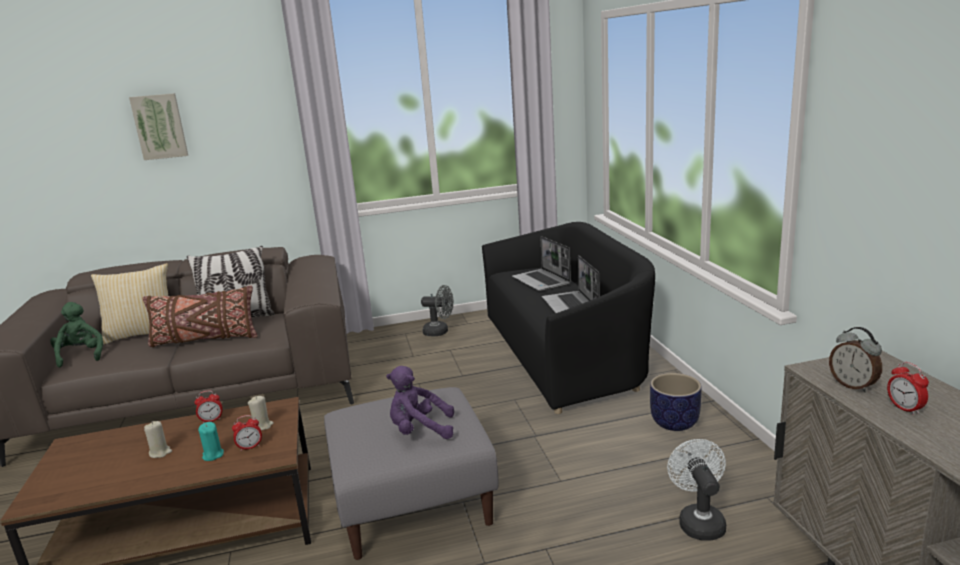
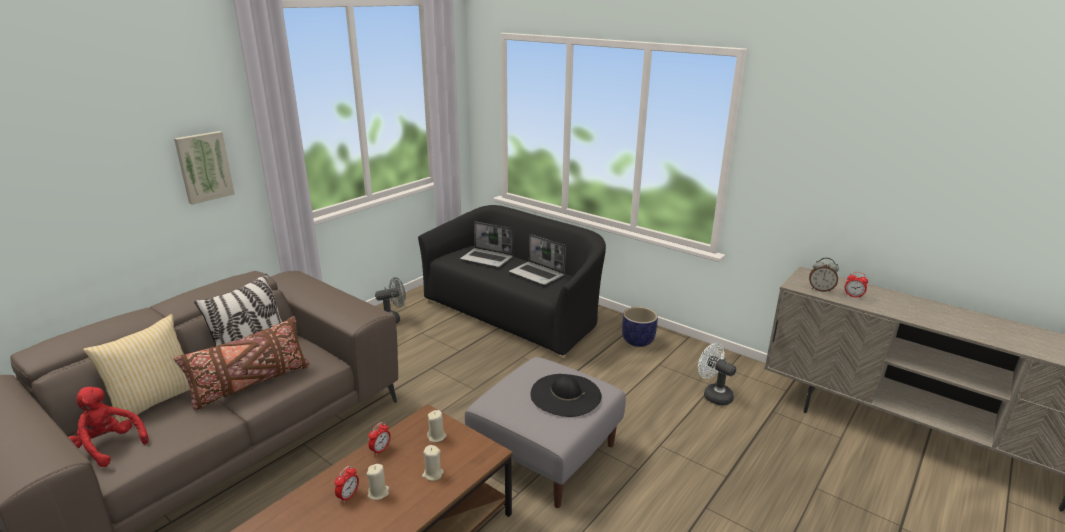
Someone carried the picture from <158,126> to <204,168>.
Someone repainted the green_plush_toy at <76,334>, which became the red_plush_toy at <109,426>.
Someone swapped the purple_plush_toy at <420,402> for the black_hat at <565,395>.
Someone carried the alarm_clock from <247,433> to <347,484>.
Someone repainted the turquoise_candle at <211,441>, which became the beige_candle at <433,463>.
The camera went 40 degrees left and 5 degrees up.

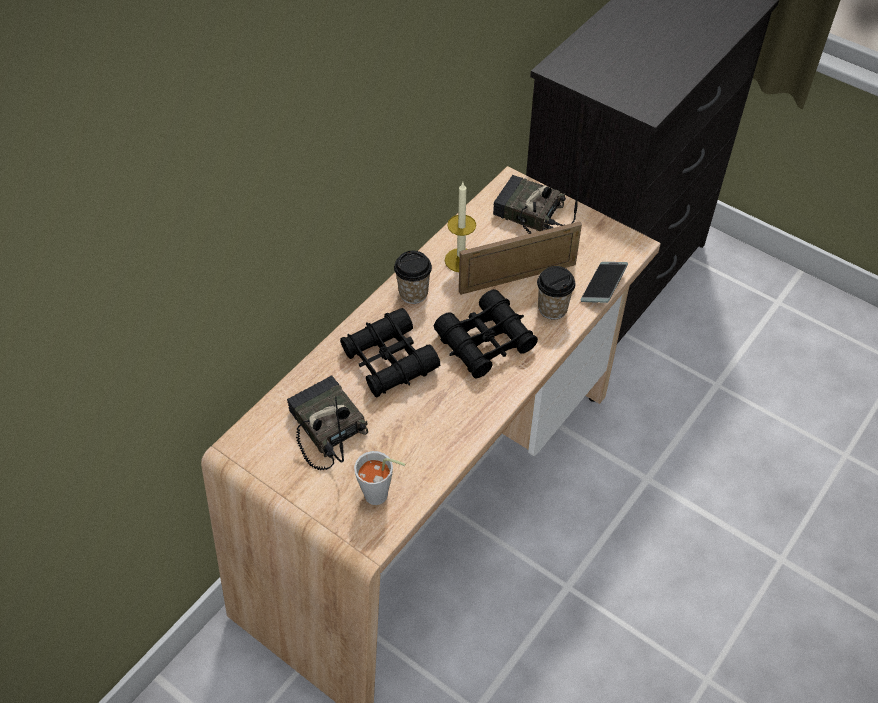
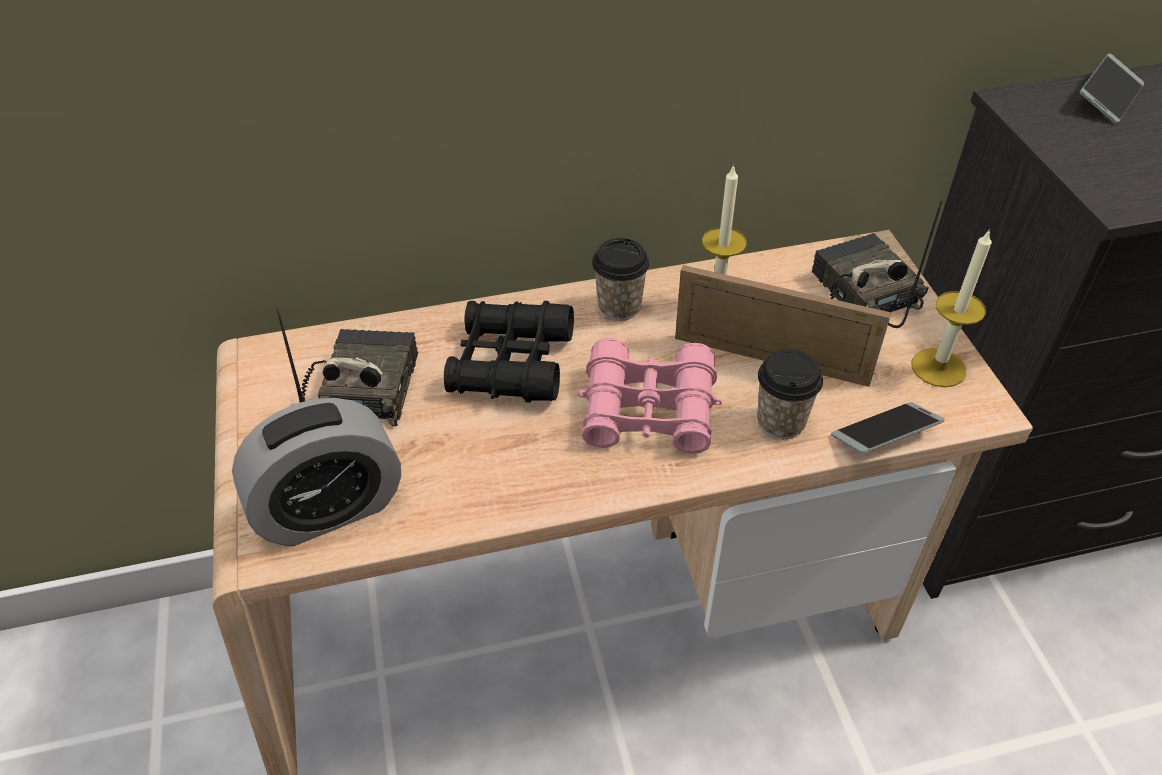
Someone repainted the black_binoculars at <486,333>, which became the pink_binoculars at <649,395>.
Someone swapped the grey_cup at <379,478> for the alarm_clock at <316,472>.
Someone put down the phone at <1112,88>.
Someone put down the candle at <951,308>.
The camera went 40 degrees right and 5 degrees down.

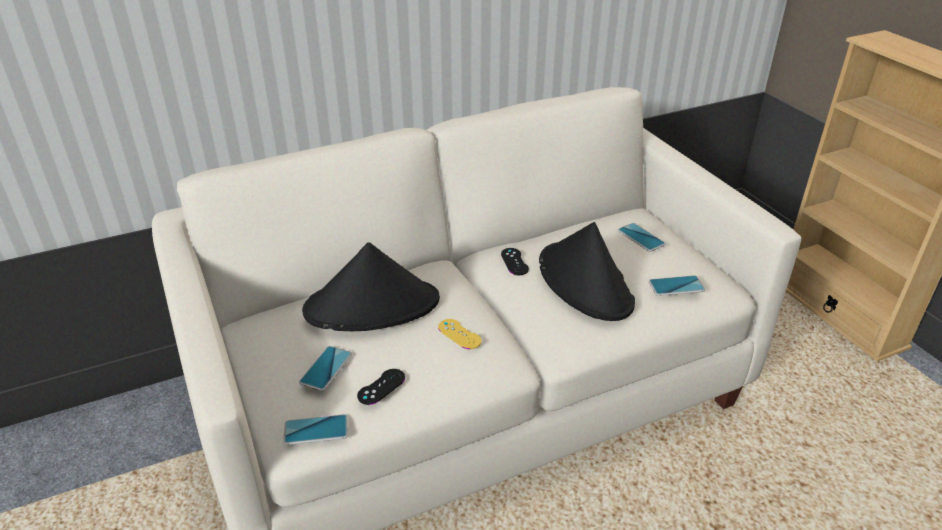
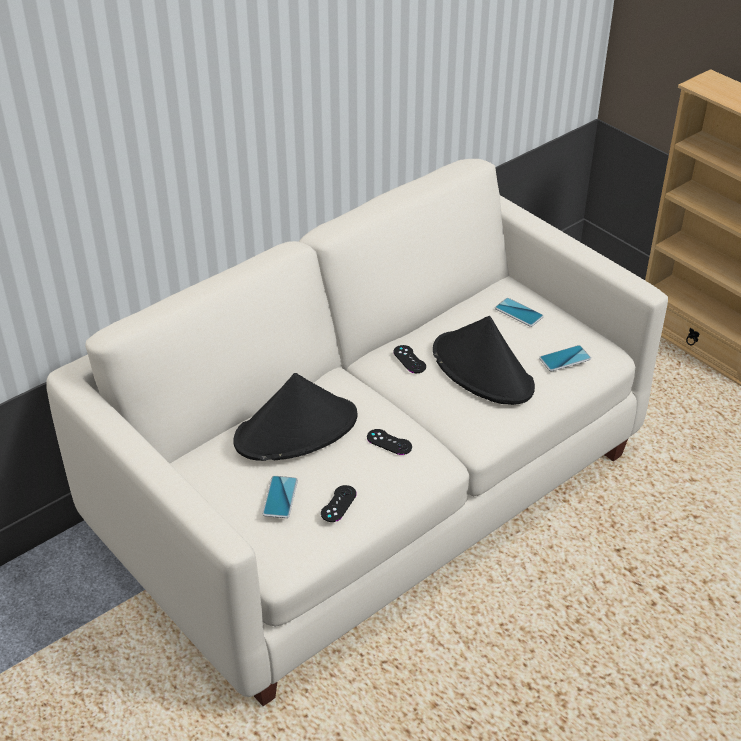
Someone repainted the yellow_game_controller at <460,334>, which became the black_game_controller at <389,442>.
Someone took away the phone at <315,429>.
The camera went 15 degrees left and 5 degrees up.

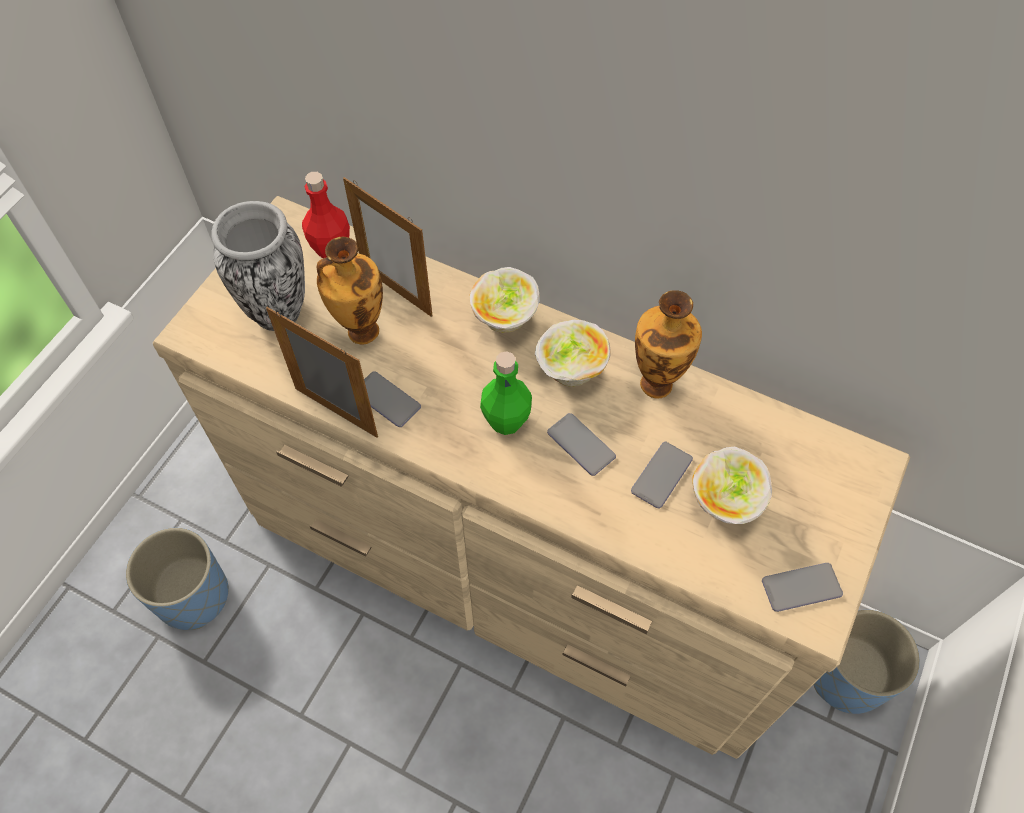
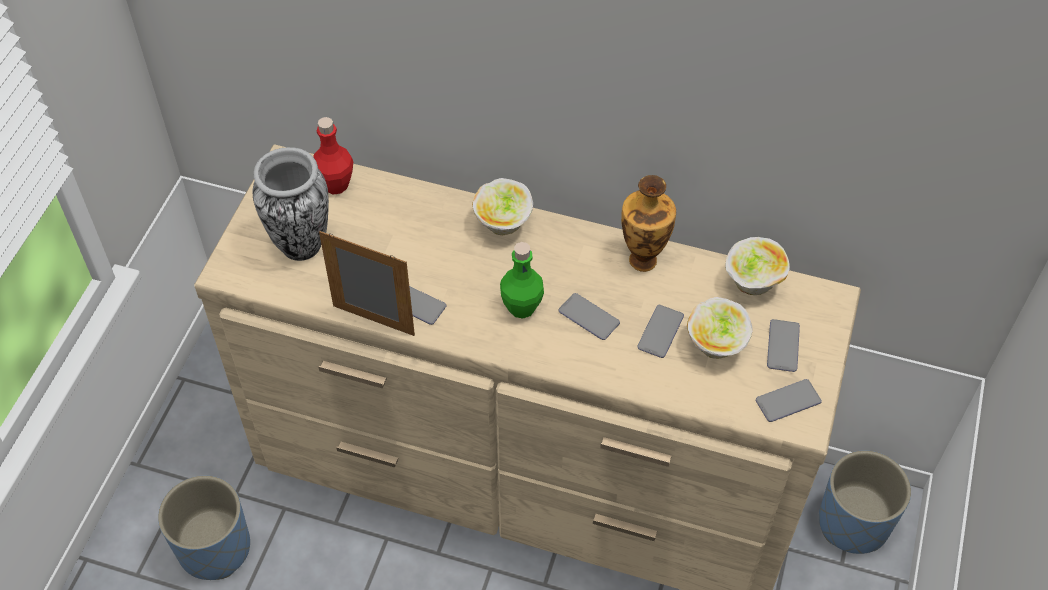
Someone took away the picture_frame at <387,247>.
Someone took away the vase at <350,291>.
Someone carried the bowl from <573,353> to <757,266>.
Someone put down the phone at <783,345>.
The camera went 10 degrees left and 5 degrees down.

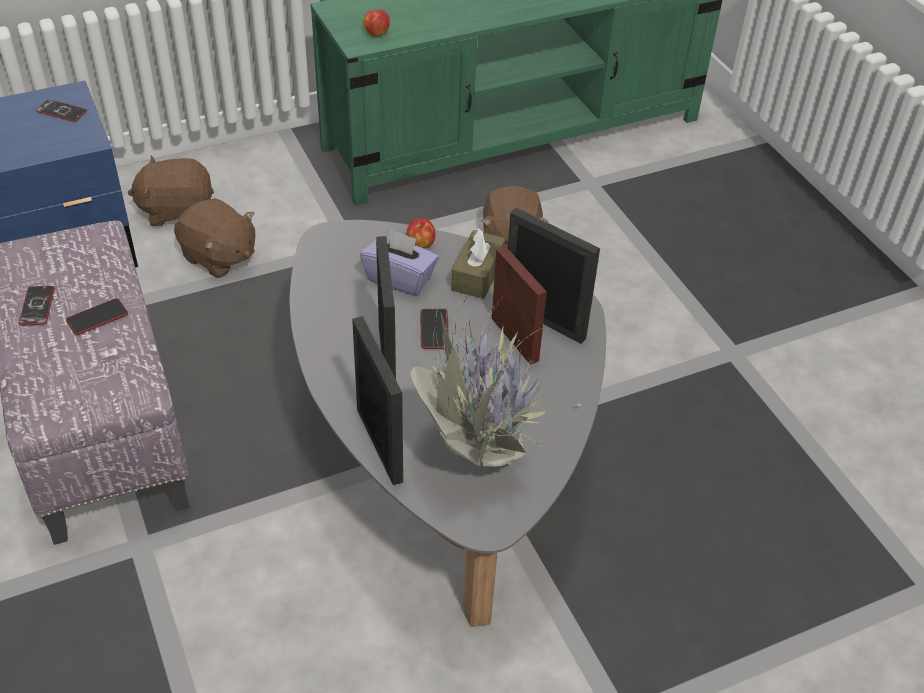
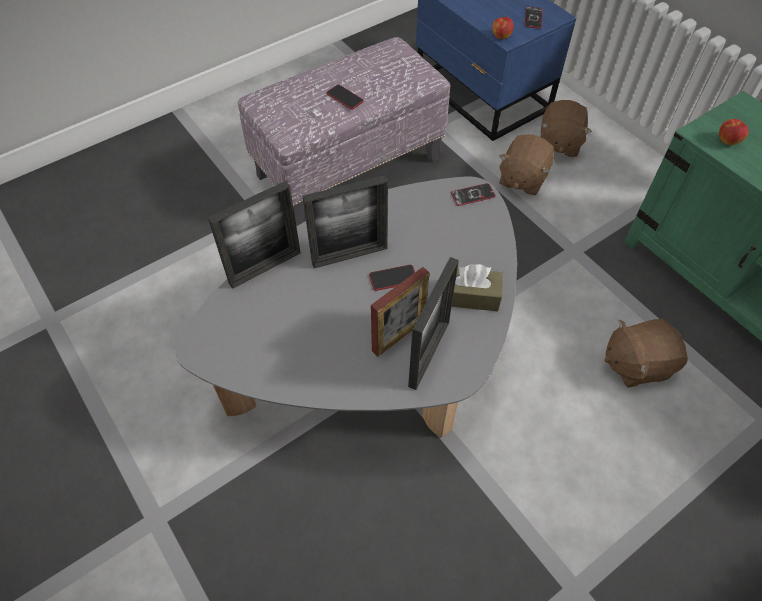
Someone rotated the brown_plush_toy at <171,191> by 150 degrees counterclockwise.
Someone carried the apple from <421,233> to <503,28>.
Someone took away the purple_tissue_box at <399,262>.
Someone carried the phone from <37,305> to <473,194>.
Someone took away the potted_plant at <496,378>.
The camera went 80 degrees right and 10 degrees up.

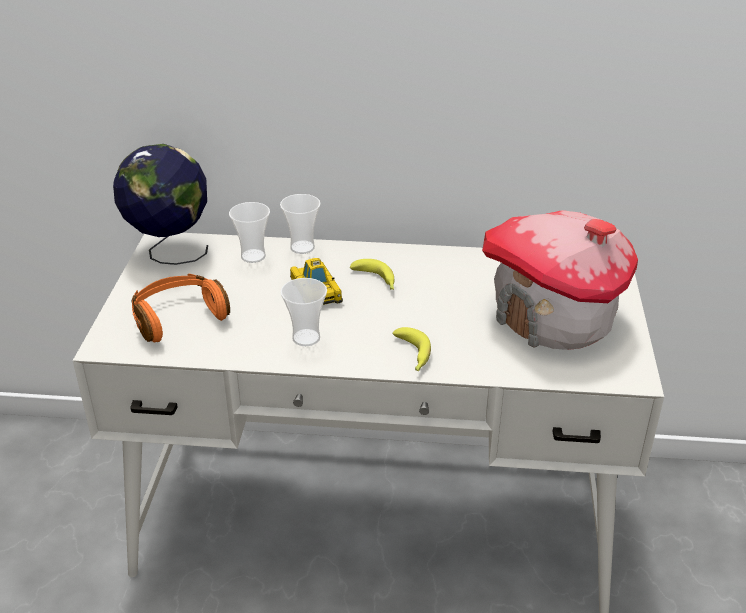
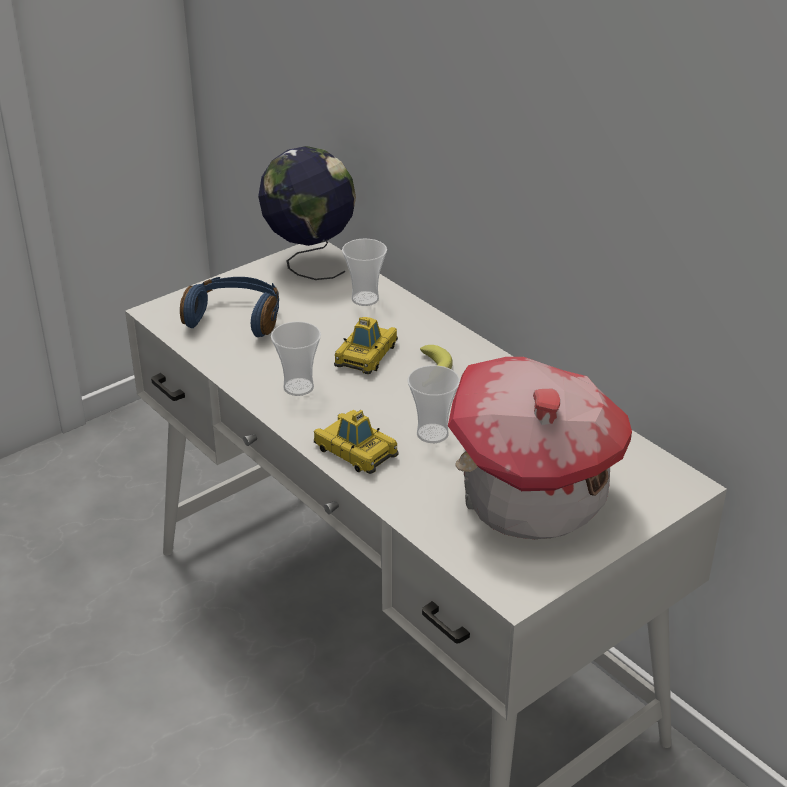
Someone carried the cup from <300,224> to <434,404>.
Someone repainted the orange_headphones at <180,308>, which became the blue_headphones at <229,307>.
Someone swapped the banana at <411,349> for the toy_car at <356,442>.
The camera went 45 degrees right and 0 degrees up.

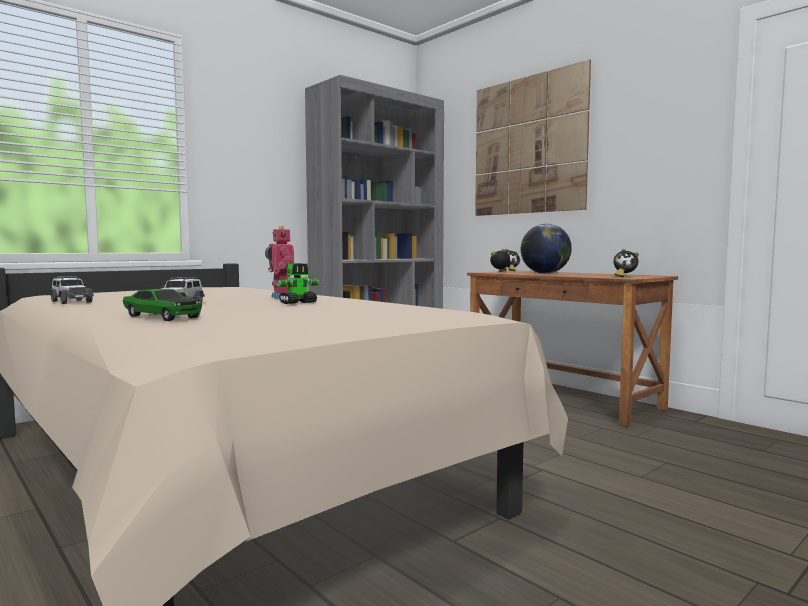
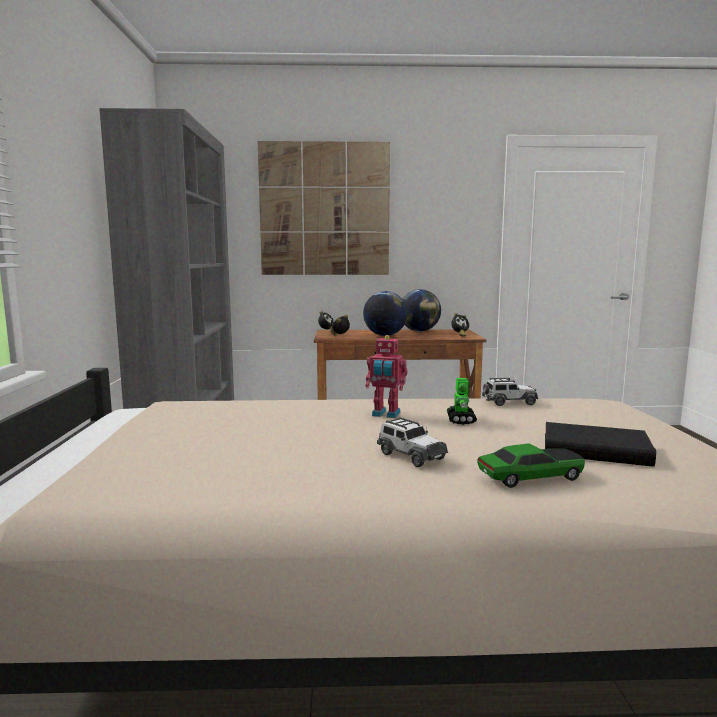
Someone carried the toy_car from <72,290> to <510,392>.
Someone put down the globe at <422,310>.
Someone put down the black_book at <600,444>.
The camera went 50 degrees left and 5 degrees up.

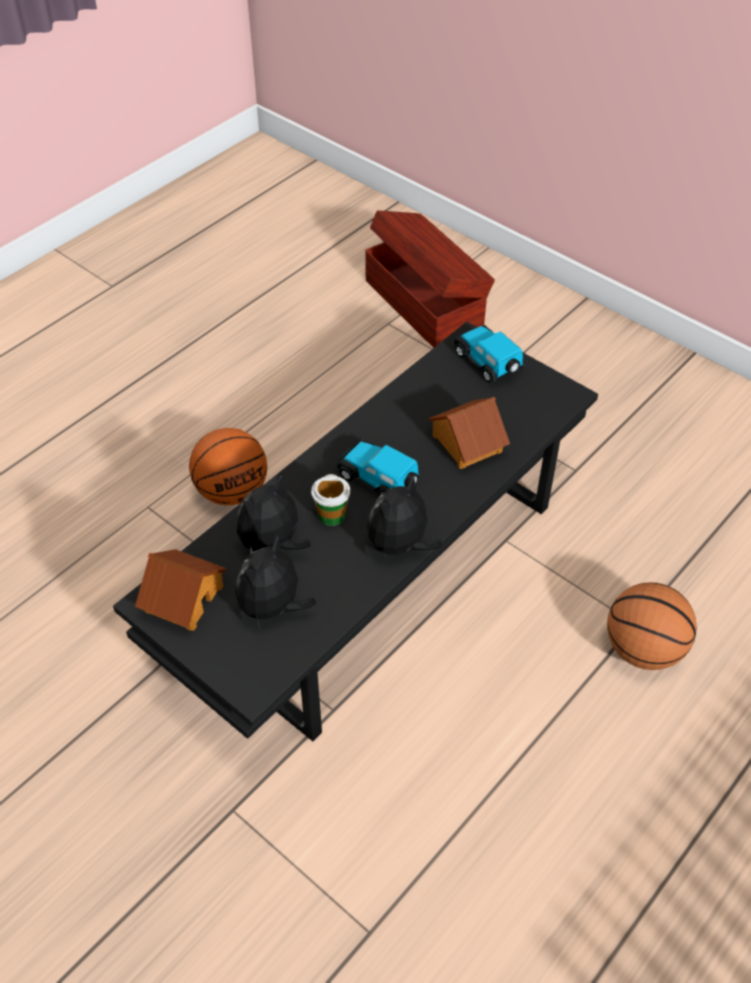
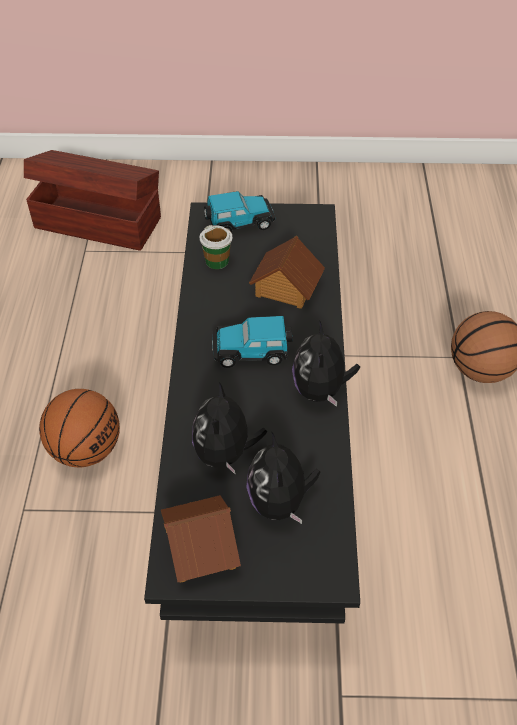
Someone rotated the toy_car at <489,354> by 150 degrees clockwise.
Someone carried the cup from <330,500> to <216,247>.
The camera went 40 degrees left and 0 degrees up.

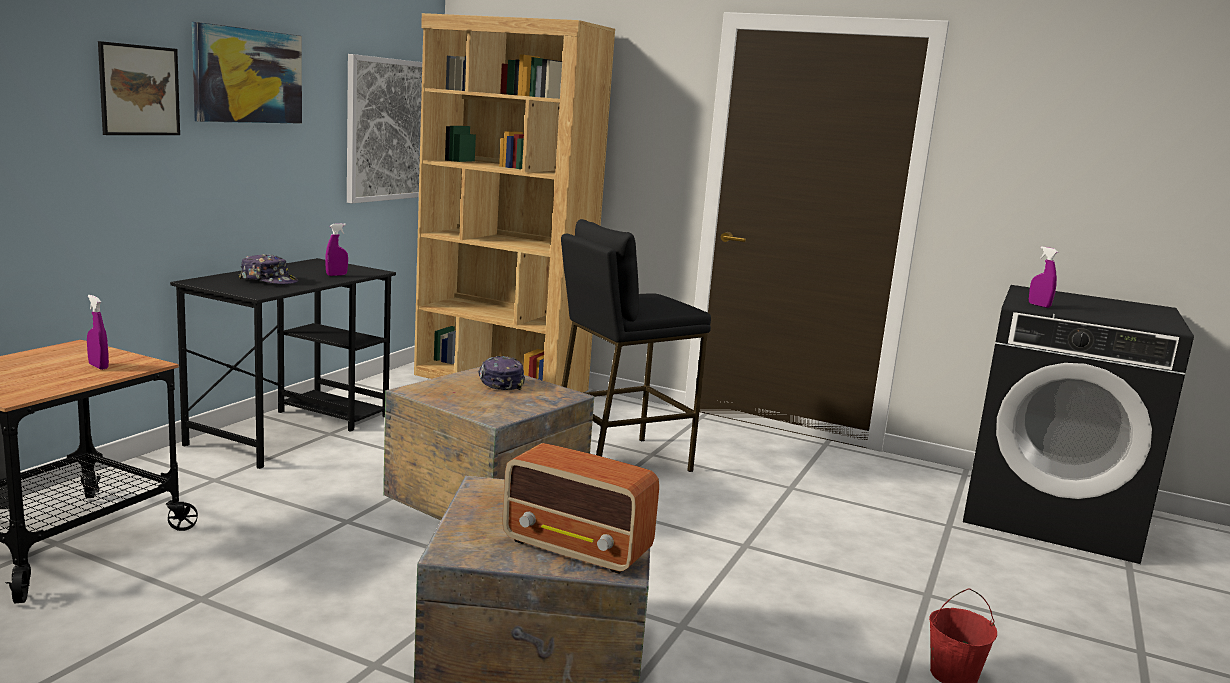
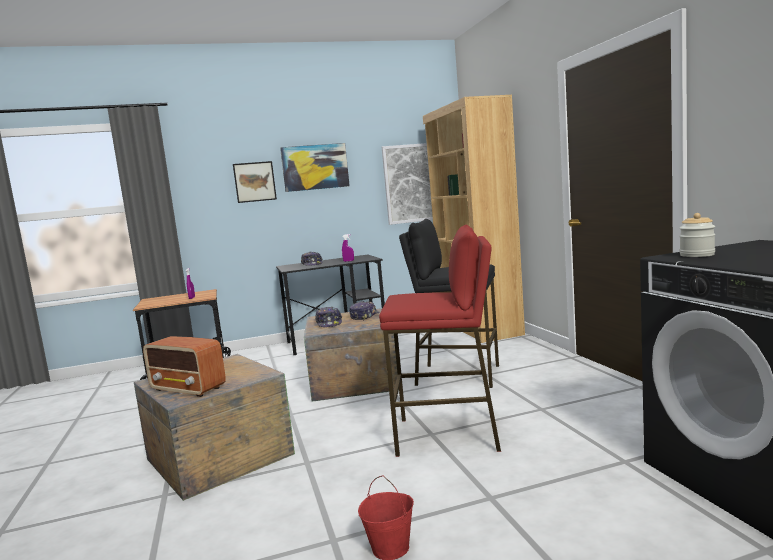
Someone swapped the purple_spray_bottle at <1043,277> for the jar at <697,235>.
Someone rotated the radio at <580,508> by 45 degrees counterclockwise.
Someone put down the red_stool at <440,341>.
Someone put down the cap at <328,317>.
The camera went 50 degrees right and 5 degrees down.

